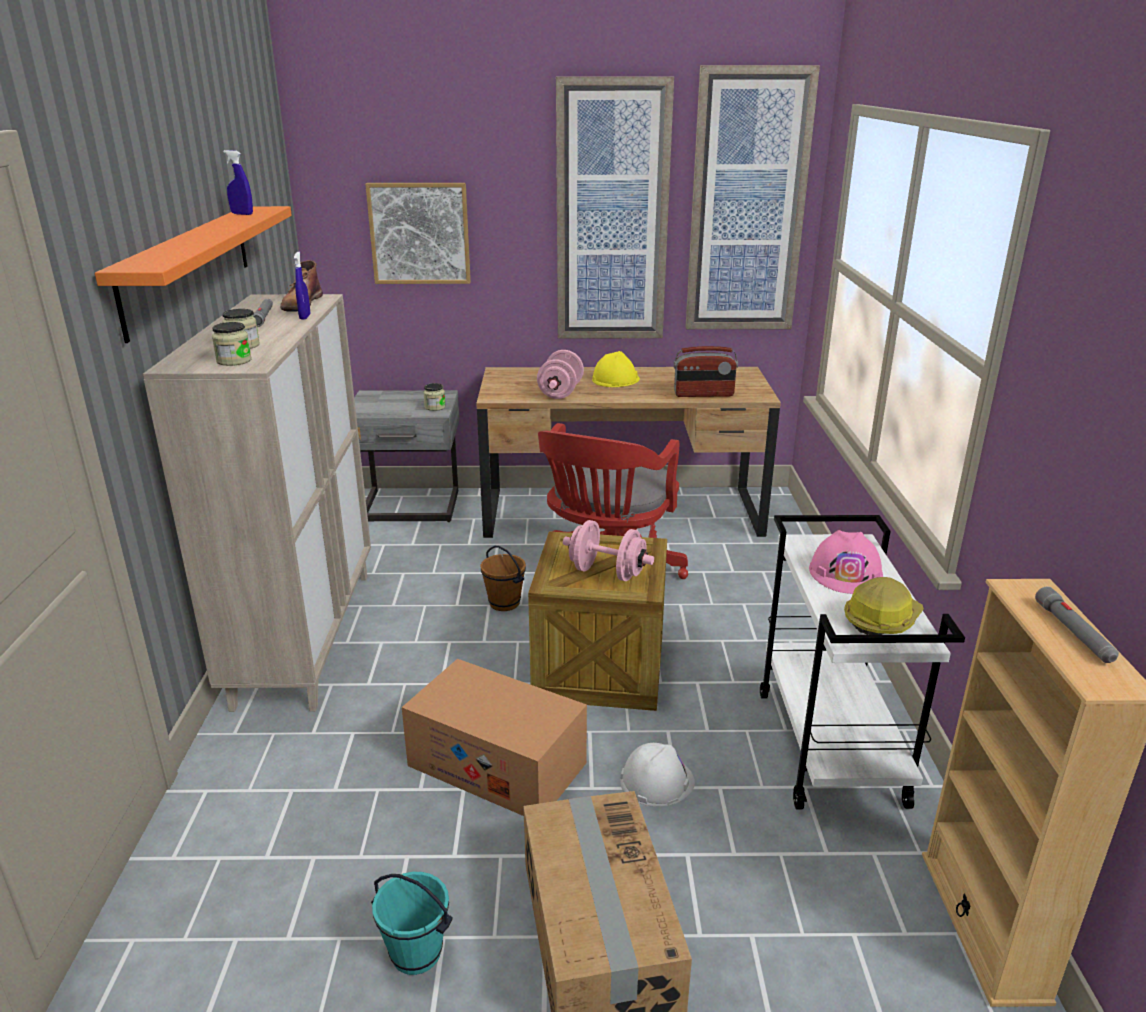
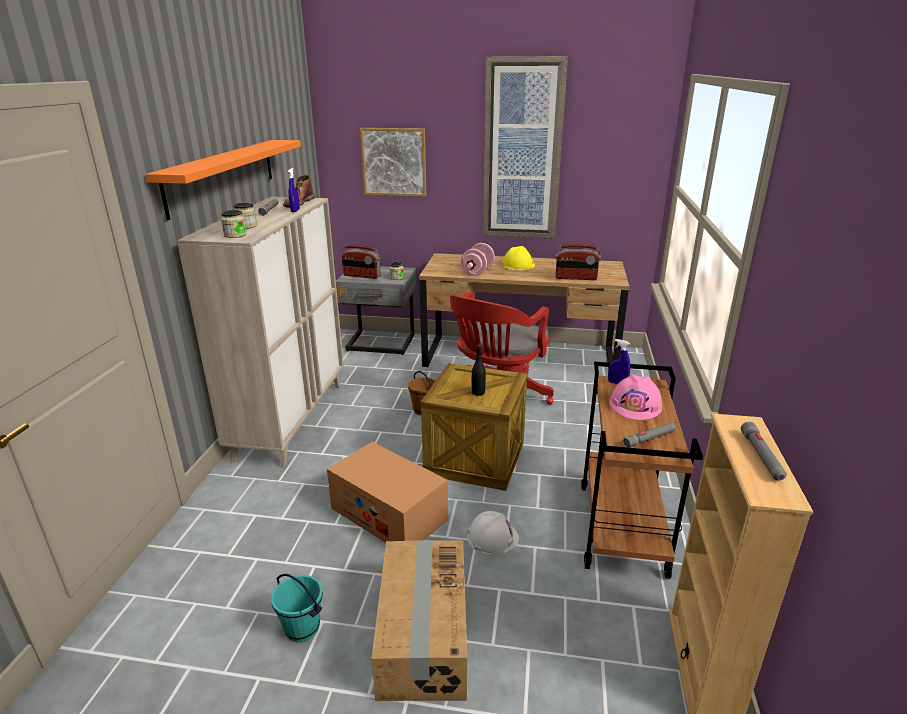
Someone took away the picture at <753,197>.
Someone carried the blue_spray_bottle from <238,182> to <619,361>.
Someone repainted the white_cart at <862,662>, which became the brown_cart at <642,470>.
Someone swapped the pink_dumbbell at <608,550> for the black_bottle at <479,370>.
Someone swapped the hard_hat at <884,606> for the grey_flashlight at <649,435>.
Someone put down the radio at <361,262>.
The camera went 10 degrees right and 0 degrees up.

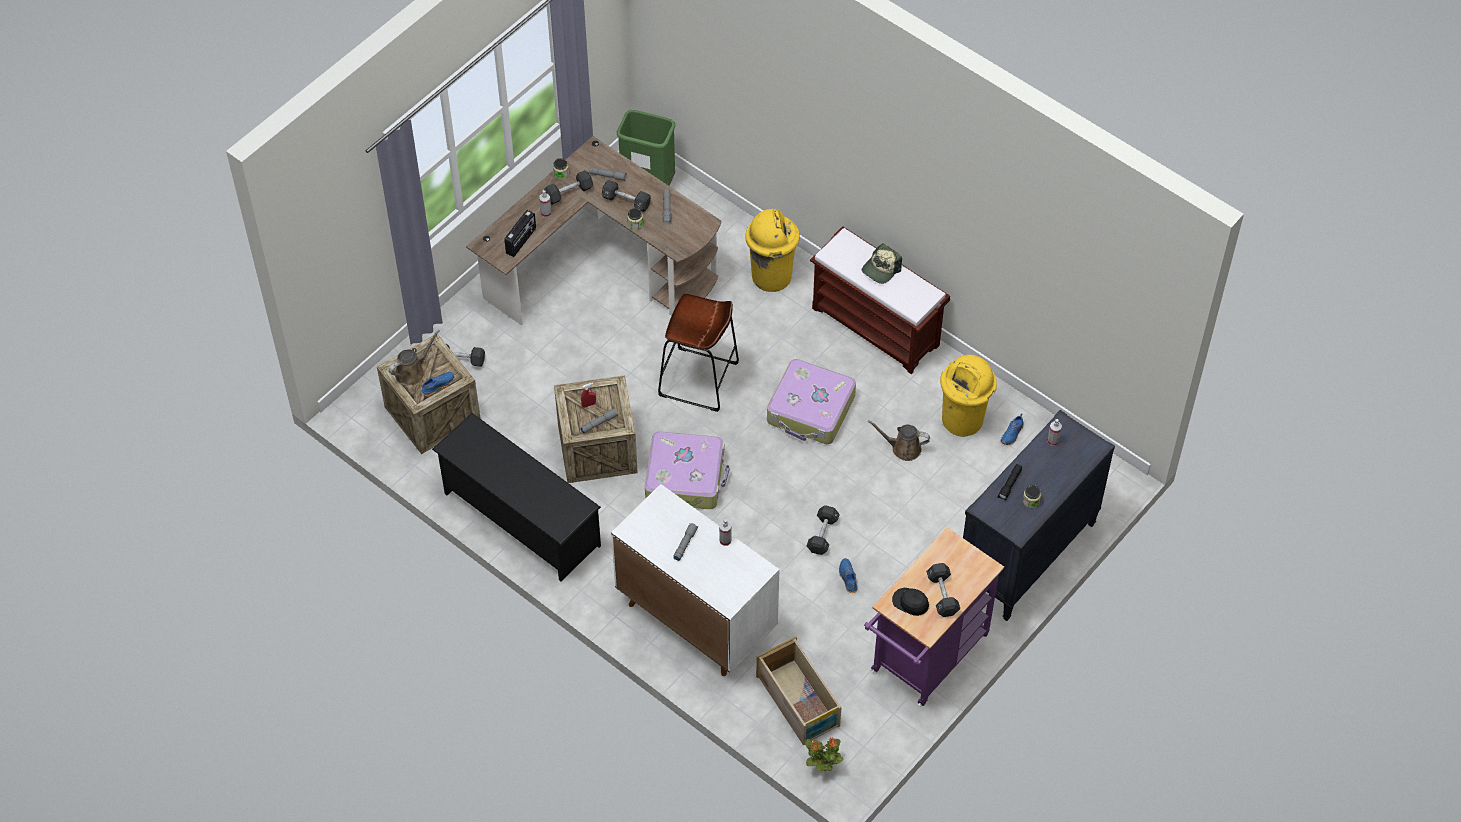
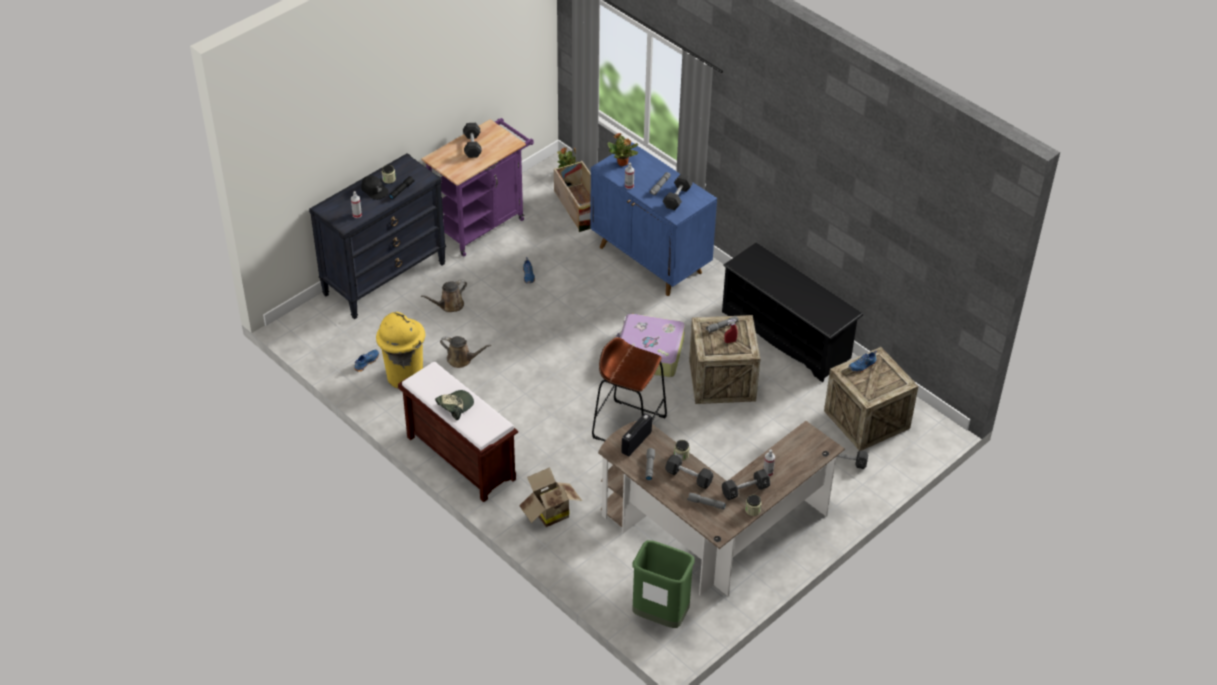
Someone swapped the yellow_trash_can at <772,250> for the cardboard_box at <550,497>.
Someone carried the radio from <520,233> to <636,435>.
Someone carried the brown_watering_can from <414,358> to <444,296>.
Someone took away the suitcase at <811,401>.
Someone repainted the white_cabinet at <695,580>, which became the blue_cabinet at <653,219>.
Someone carried the black_dumbbell from <823,530> to <678,192>.
Someone carried the black_cap from <910,602> to <375,187>.
Someone put down the potted_plant at <622,149>.
The camera went 175 degrees left and 10 degrees down.

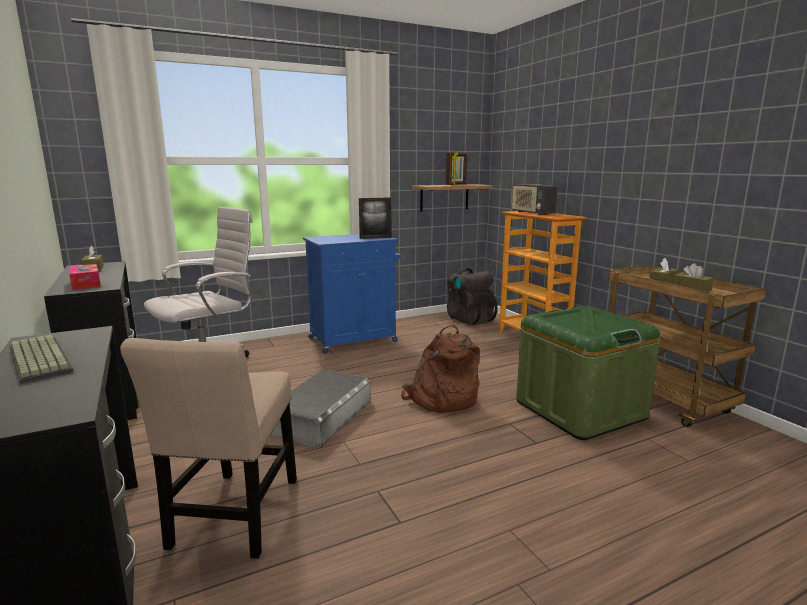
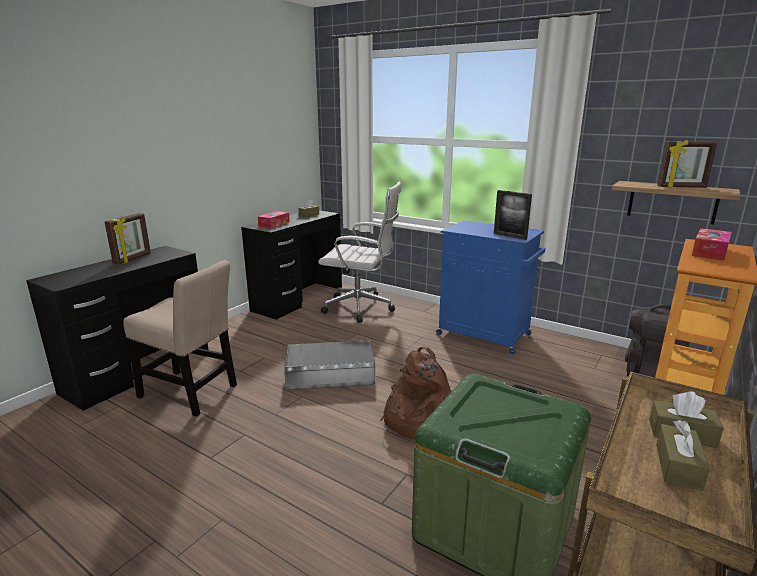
Someone swapped the radio at <535,199> for the tissue_box at <711,244>.
Someone swapped the keyboard at <41,359> for the picture_frame at <128,239>.
Someone rotated the beige_chair at <208,448> by 135 degrees counterclockwise.
The camera went 60 degrees right and 5 degrees up.

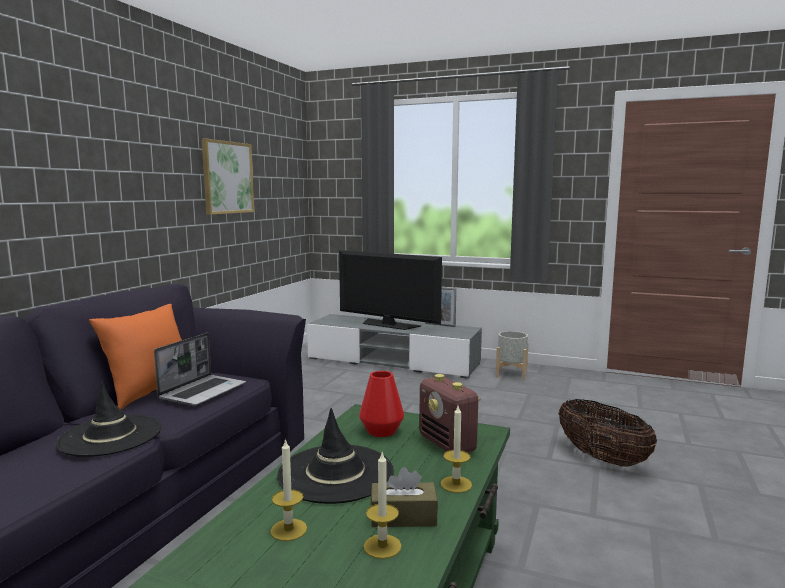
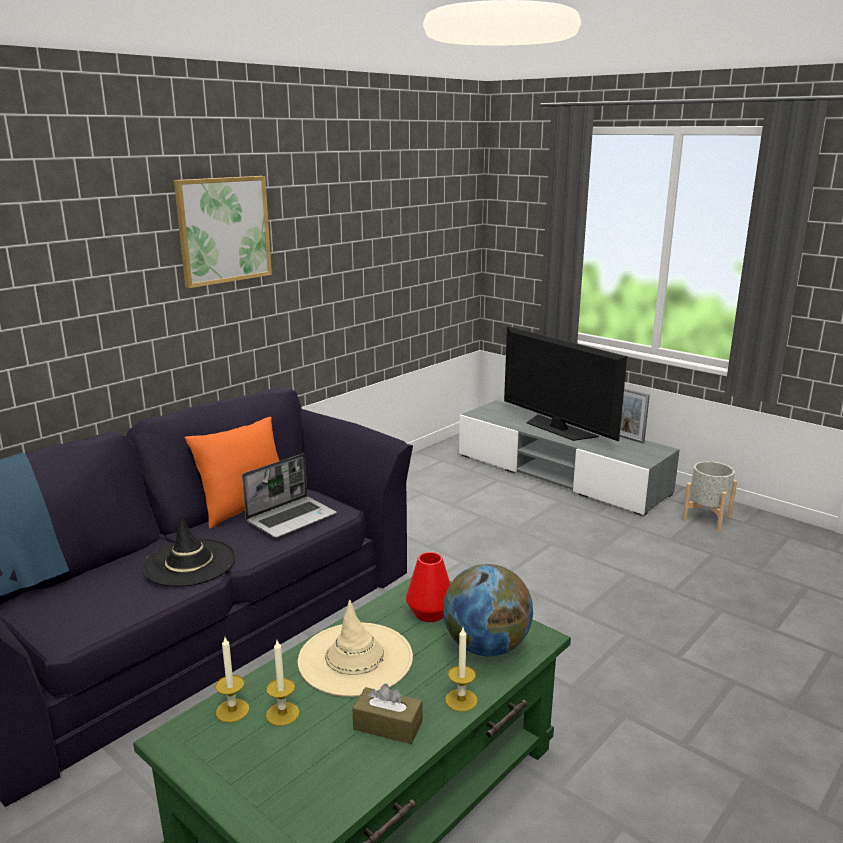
Someone carried the picture from <228,177> to <223,232>.
Someone swapped the radio at <450,413> for the globe at <488,610>.
Someone took away the basket at <607,432>.
Someone repainted the black_hat at <335,456>, which became the beige_hat at <355,648>.
Someone carried the candle from <382,506> to <232,680>.
The camera went 20 degrees right and 10 degrees up.

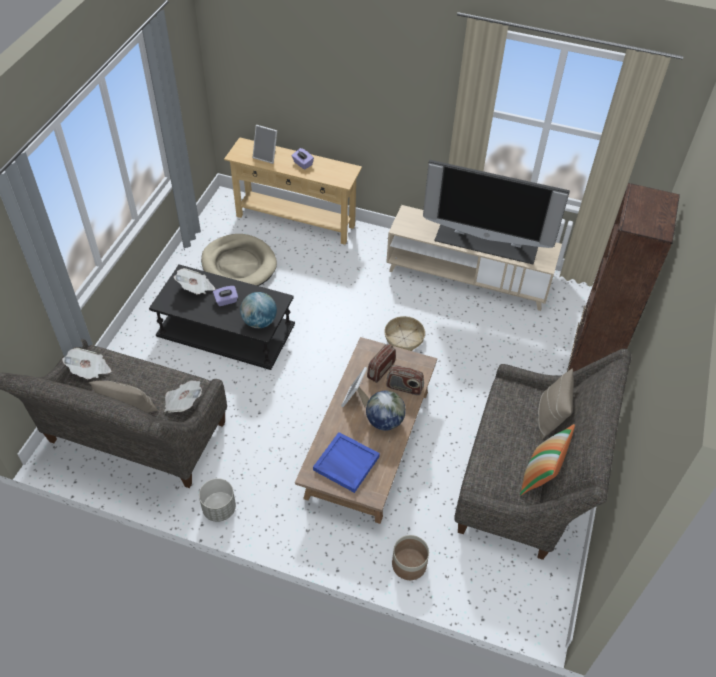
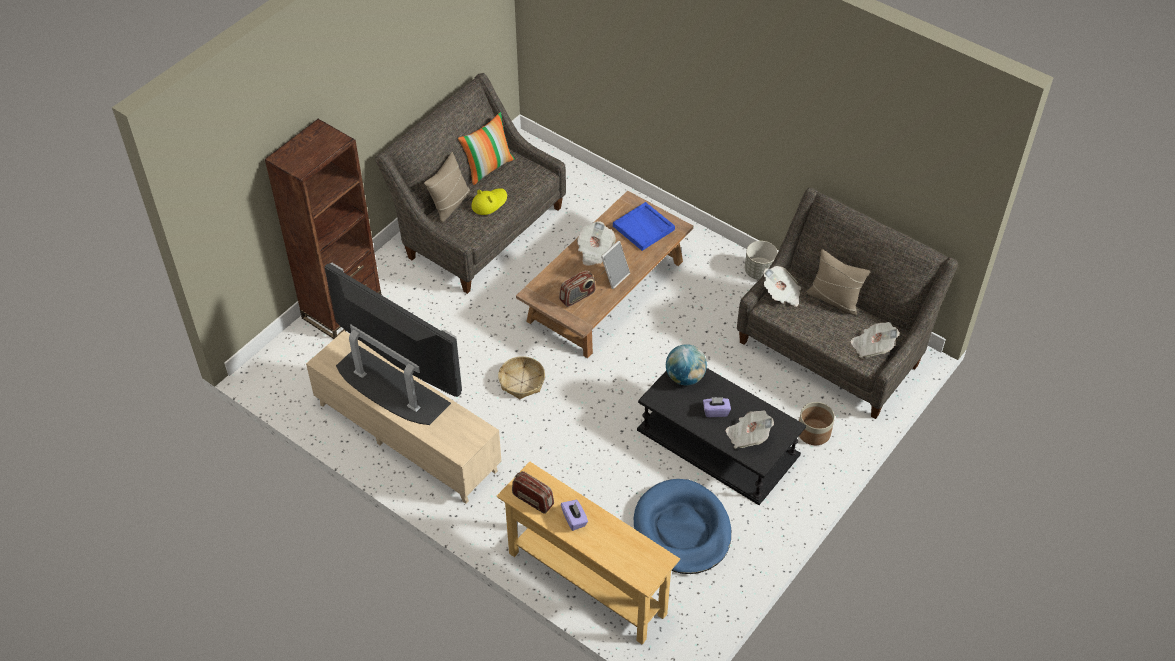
Someone took away the picture_frame at <265,144>.
Someone repainted the beige_dog_bed at <239,260>, which became the blue_dog_bed at <682,526>.
Someone carried the radio from <405,380> to <533,492>.
Someone swapped the globe at <386,411> for the newspaper at <596,243>.
Someone carried the planter from <410,557> to <817,423>.
Someone put down the yellow_hat at <489,201>.
The camera went 160 degrees left and 0 degrees up.

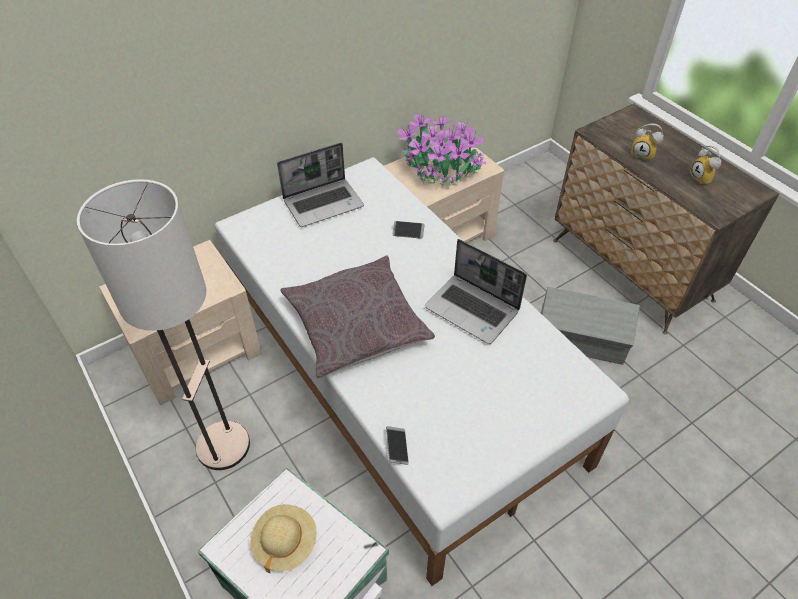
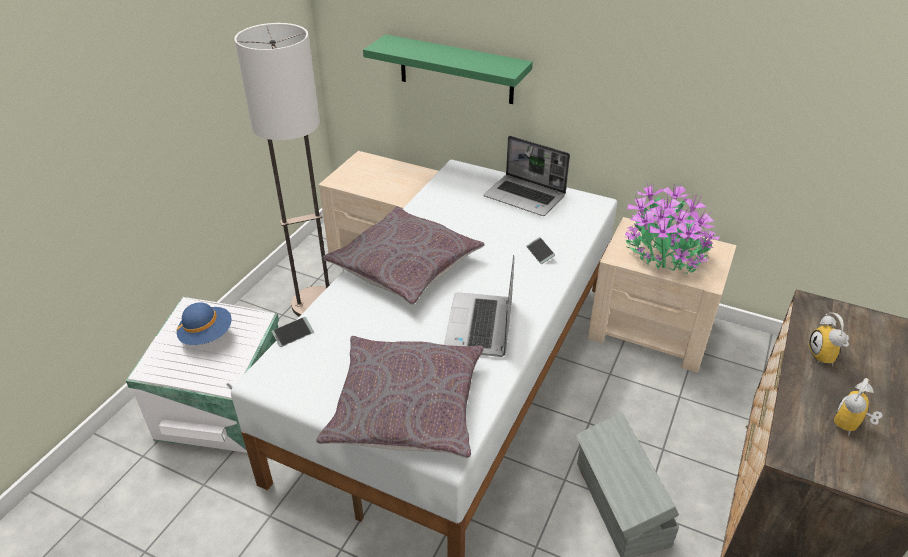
Someone repainted the beige_hat at <284,539>, which became the blue_hat at <204,323>.
Someone put up the green_shelf at <448,69>.
Someone put down the grey_pillow at <400,397>.
The camera went 60 degrees right and 10 degrees down.

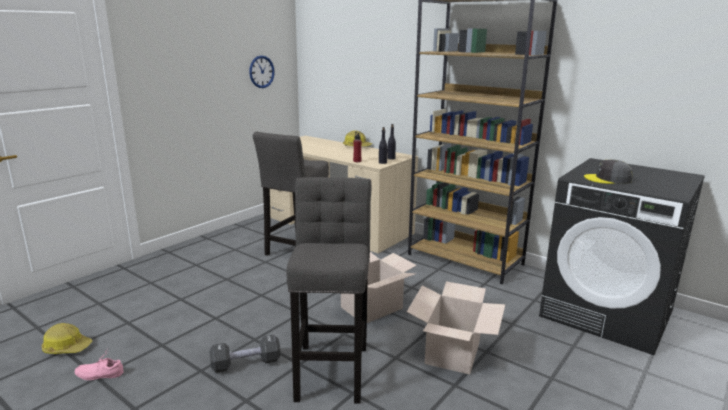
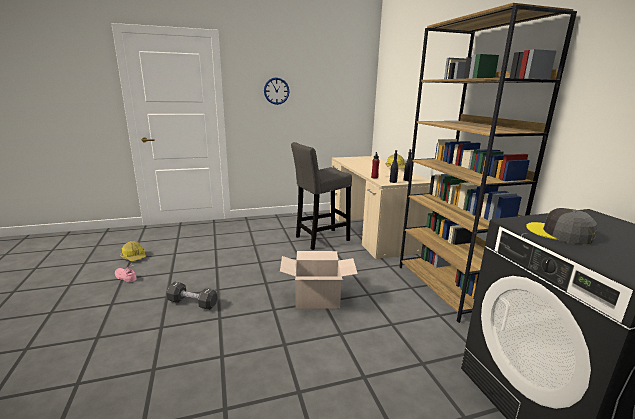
Someone carried the wall_clock from <262,71> to <277,91>.
Someone took away the grey_stool at <329,290>.
Someone took away the cardboard_box at <456,328>.
The camera went 35 degrees right and 0 degrees up.

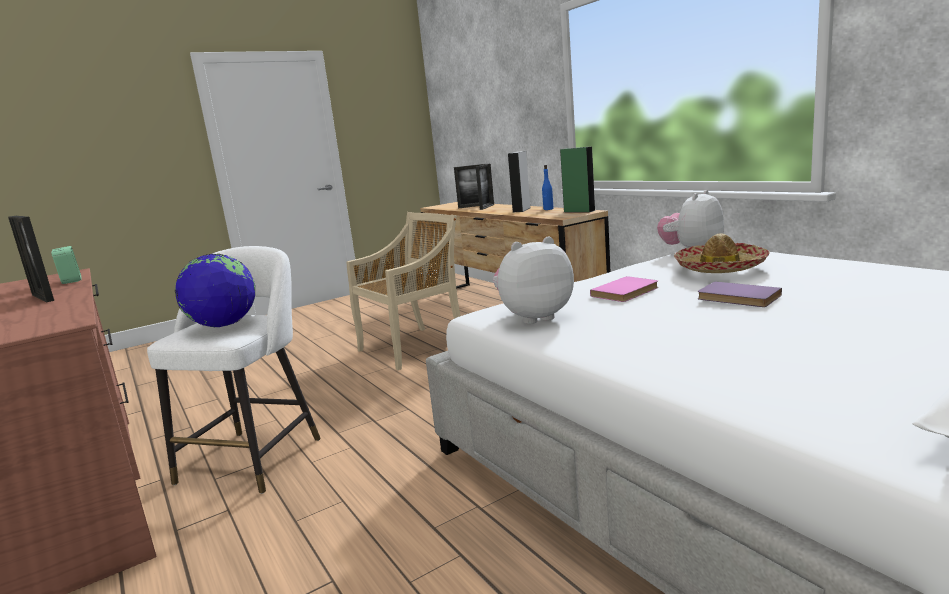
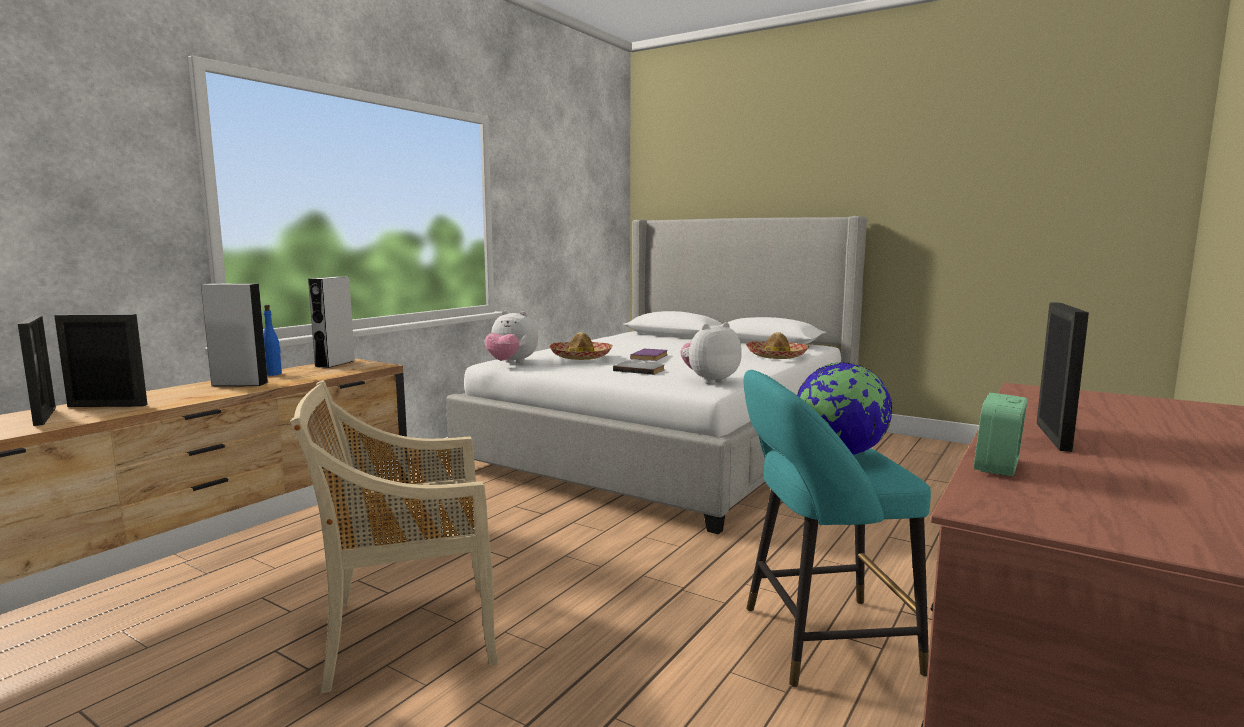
Someone repainted the green_speaker at <578,179>, which became the grey_speaker at <331,322>.
Someone rotated the beige_chair at <403,291> by 45 degrees counterclockwise.
Someone rotated the plush_toy at <533,280> by 105 degrees clockwise.
Someone repainted the white_stool at <234,370>, which became the turquoise_stool at <837,528>.
Someone repainted the pink_book at <624,289>, which became the grey_book at <638,368>.
Someone put down the hat at <777,345>.
The camera went 115 degrees left and 5 degrees down.

